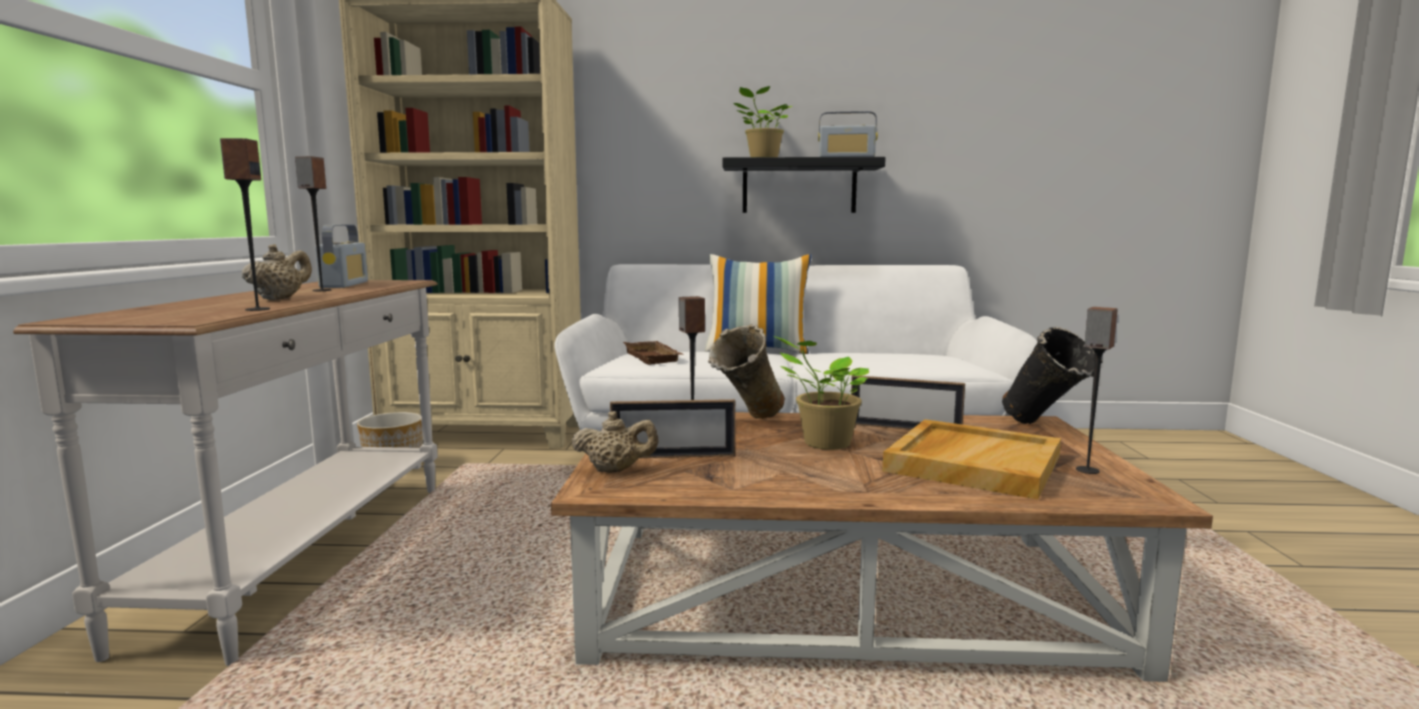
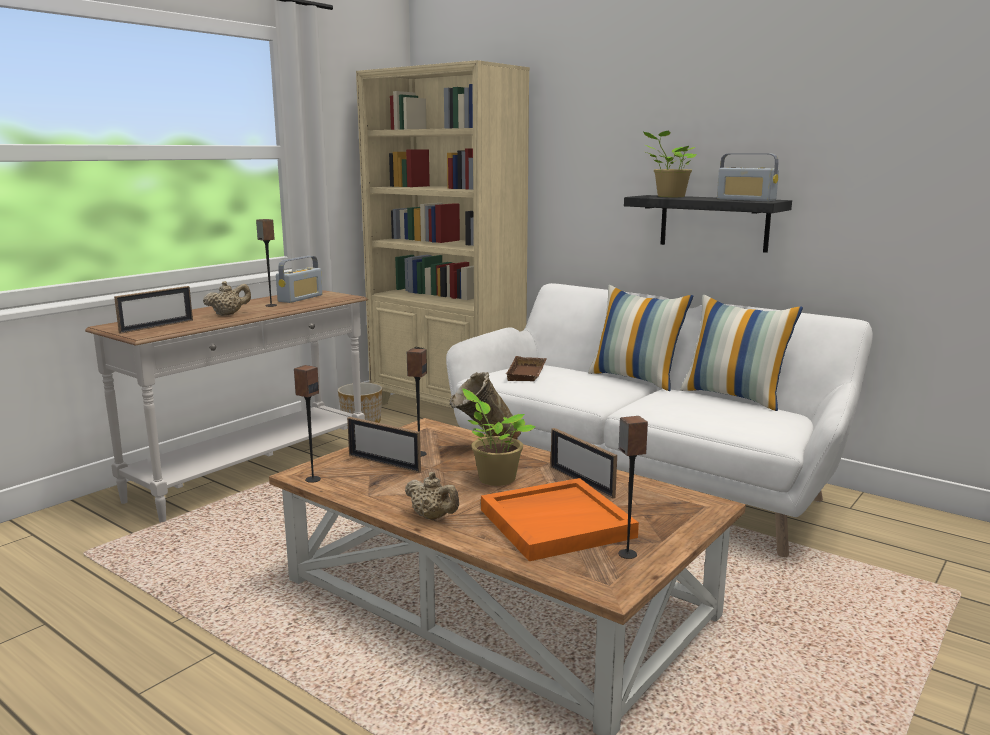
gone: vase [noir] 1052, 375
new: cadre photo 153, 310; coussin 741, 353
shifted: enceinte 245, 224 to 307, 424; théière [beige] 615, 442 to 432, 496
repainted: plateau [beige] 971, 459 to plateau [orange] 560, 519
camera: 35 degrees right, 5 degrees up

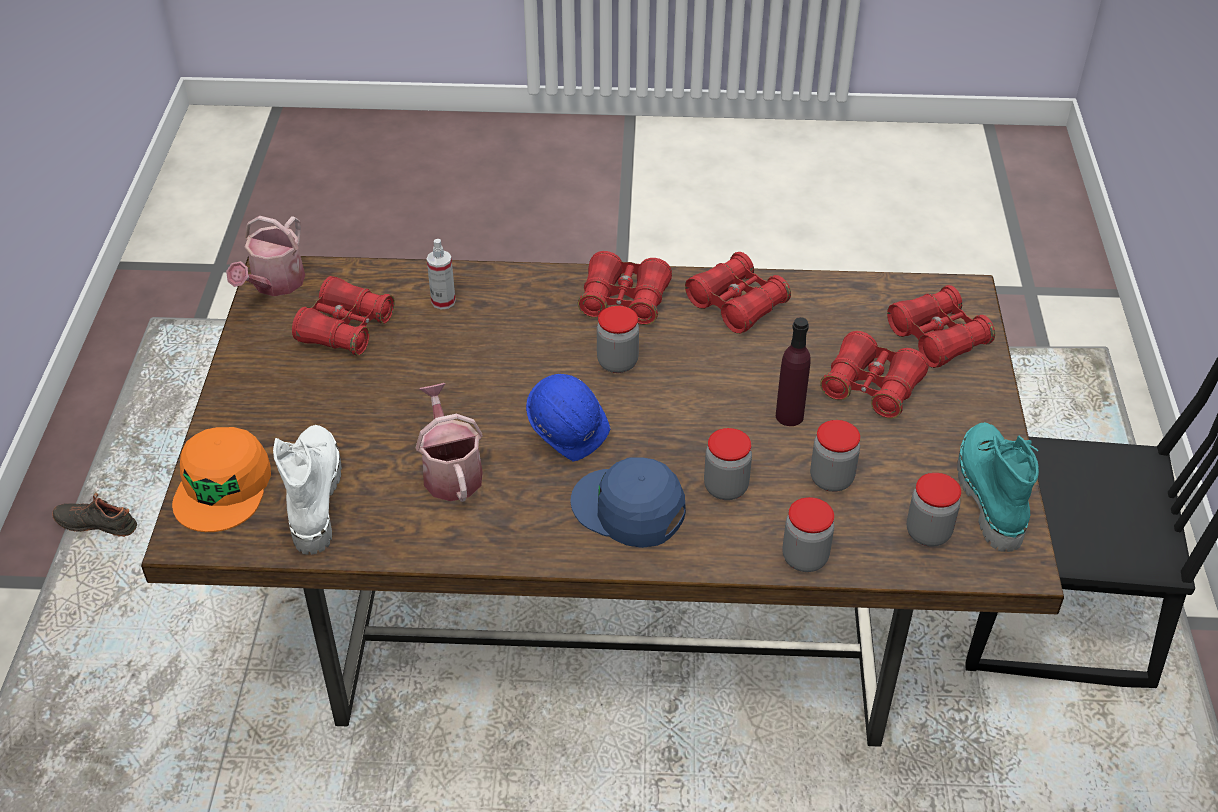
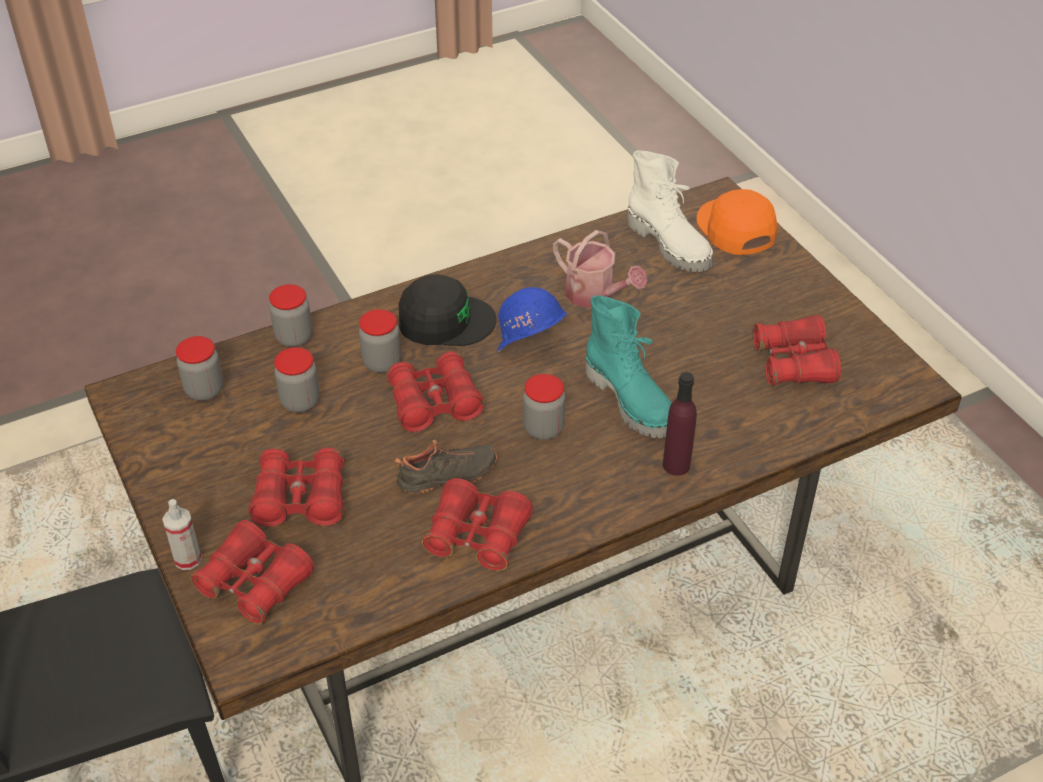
gone: arrosoir 265, 256
shifted: chaussure [noir] 94, 515 to 446, 467; vaporisateur 441, 274 to 182, 534; jumelles [rouge] 625, 288 to 435, 392; bouteille [violet] 793, 371 to 680, 424; botte [turquoise] 998, 487 to 628, 366
repainted: casquette [bleu] 628, 502 to casquette [noir] 447, 310
camera: 150 degrees right, 0 degrees up

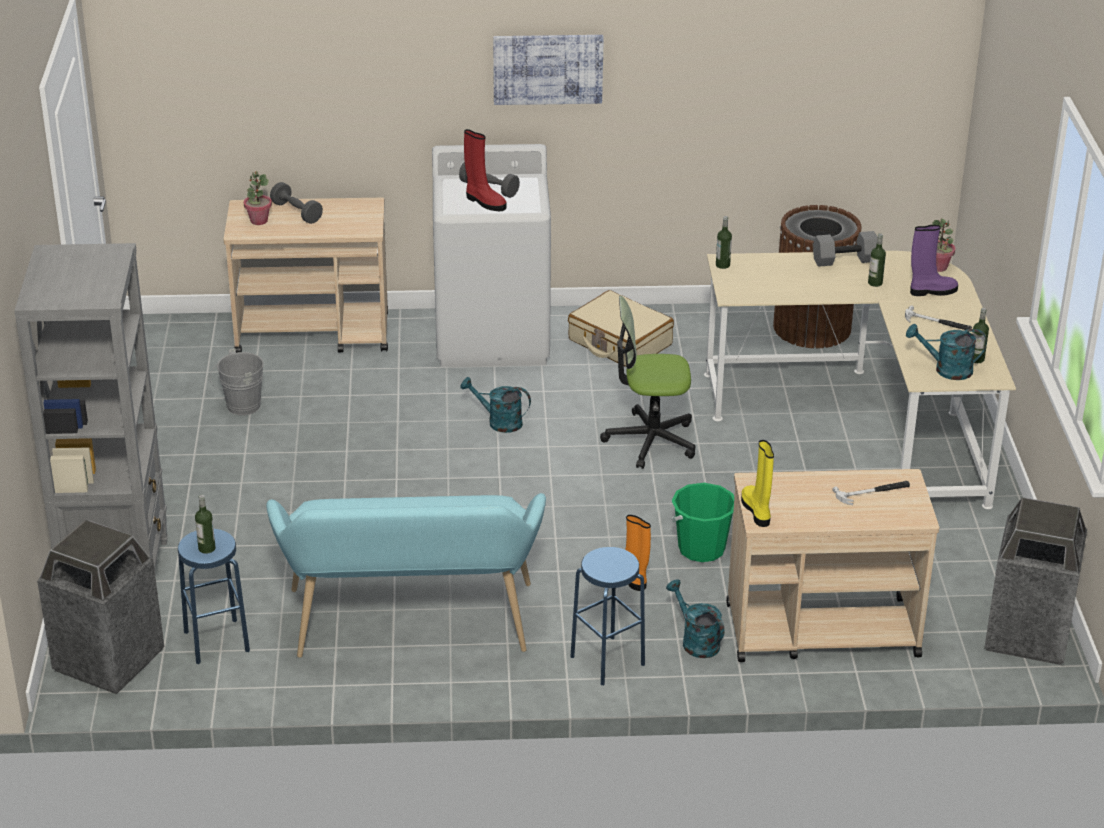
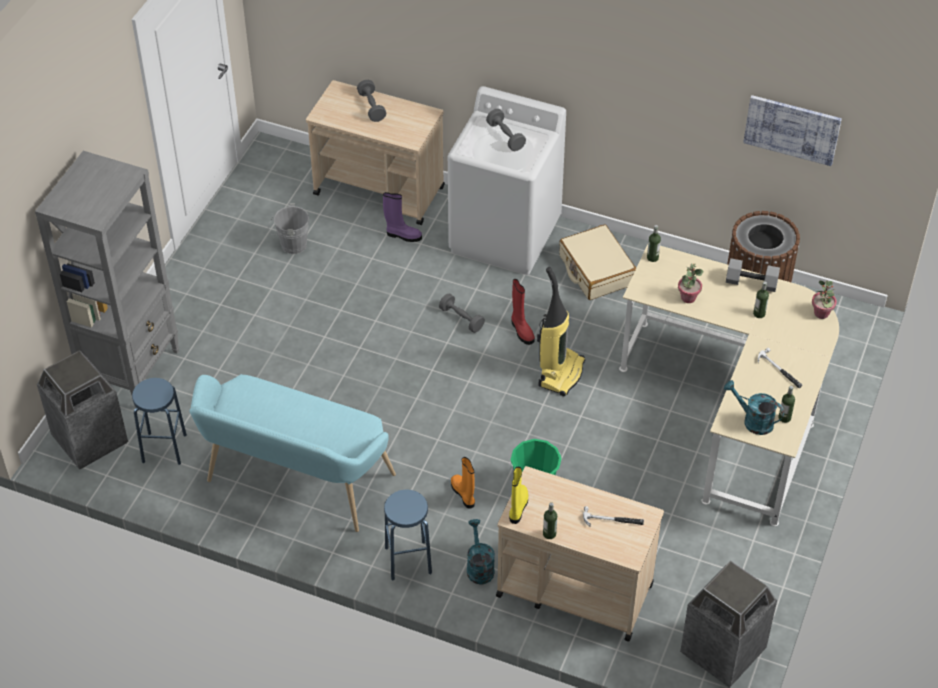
shifted: bouteille 205, 524 to 550, 520; plante en pot 258, 198 to 690, 283; botte [rouge] 485, 170 to 523, 312; tableau 548, 70 to 792, 130; botte [violet] 934, 260 to 402, 217
swapped: arrosoir [turquoise] 495, 405 to haltère [gris] 462, 313; chaise de bureau 647, 382 to aspirateur 561, 331
camera: 25 degrees right, 15 degrees up

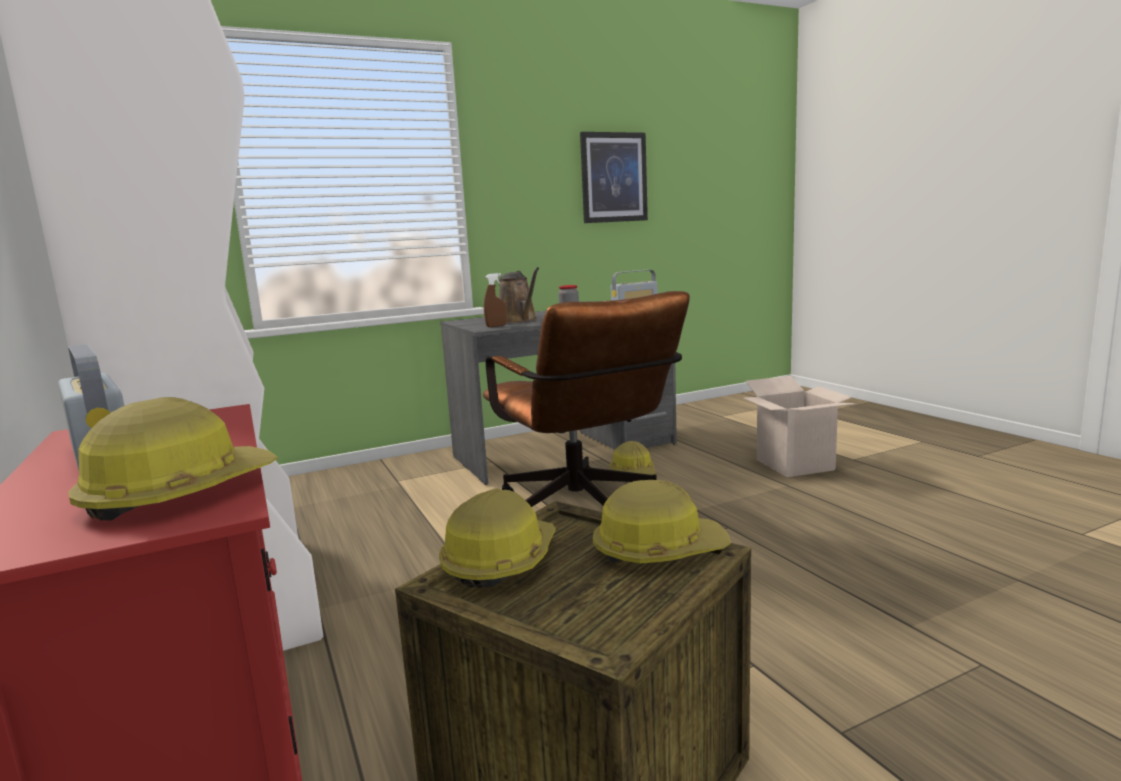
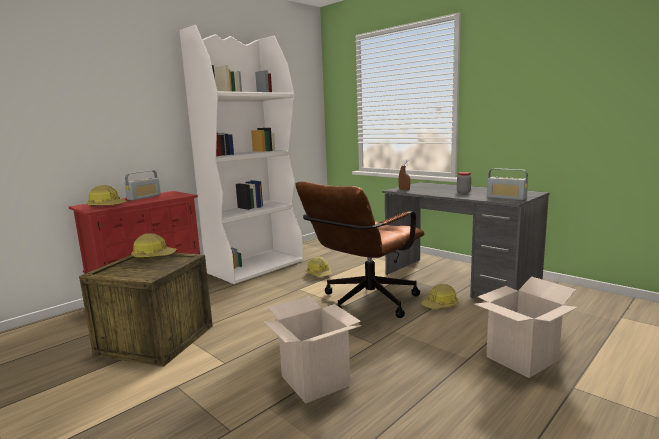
gone: arrosoir [marron] 518, 295; tableau 614, 177
new: carton 313, 349
shifted: casque de chantier 662, 522 to 319, 267
camera: 70 degrees right, 0 degrees up

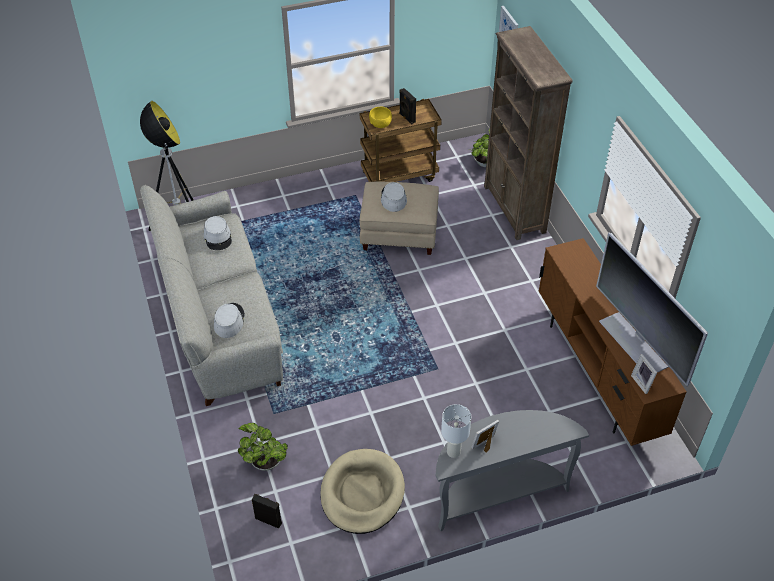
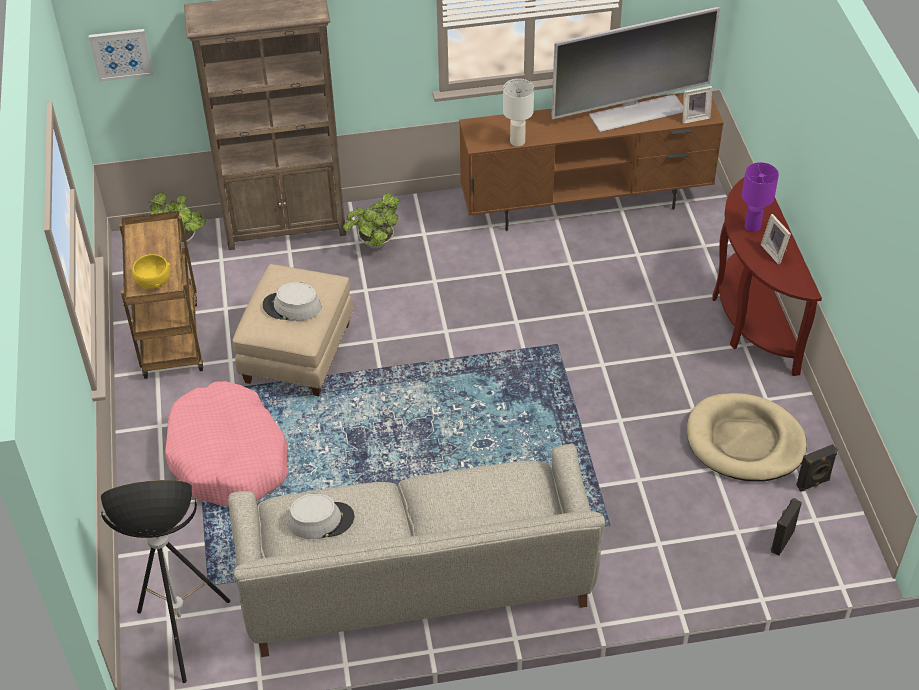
gone: chapeau [gris] 229, 320
new: panier pour chien [rose] 226, 443; lampe de table [violet] 760, 197
shifted: plante en pot 263, 447 to 371, 221; enceinte [noir] 407, 106 to 817, 468; lampe de table [blanc] 456, 431 to 518, 112
repainted: table console [gris] 512, 470 to table console [marron] 767, 277
camera: 80 degrees left, 0 degrees up

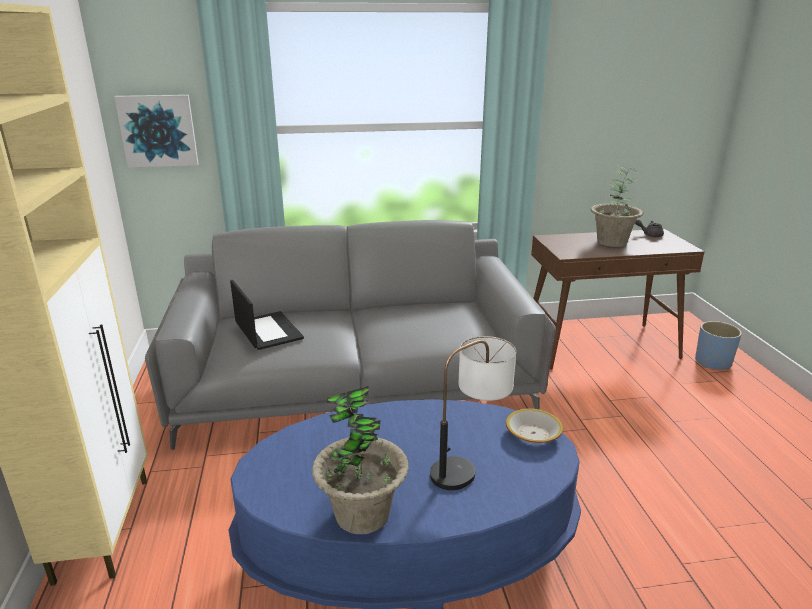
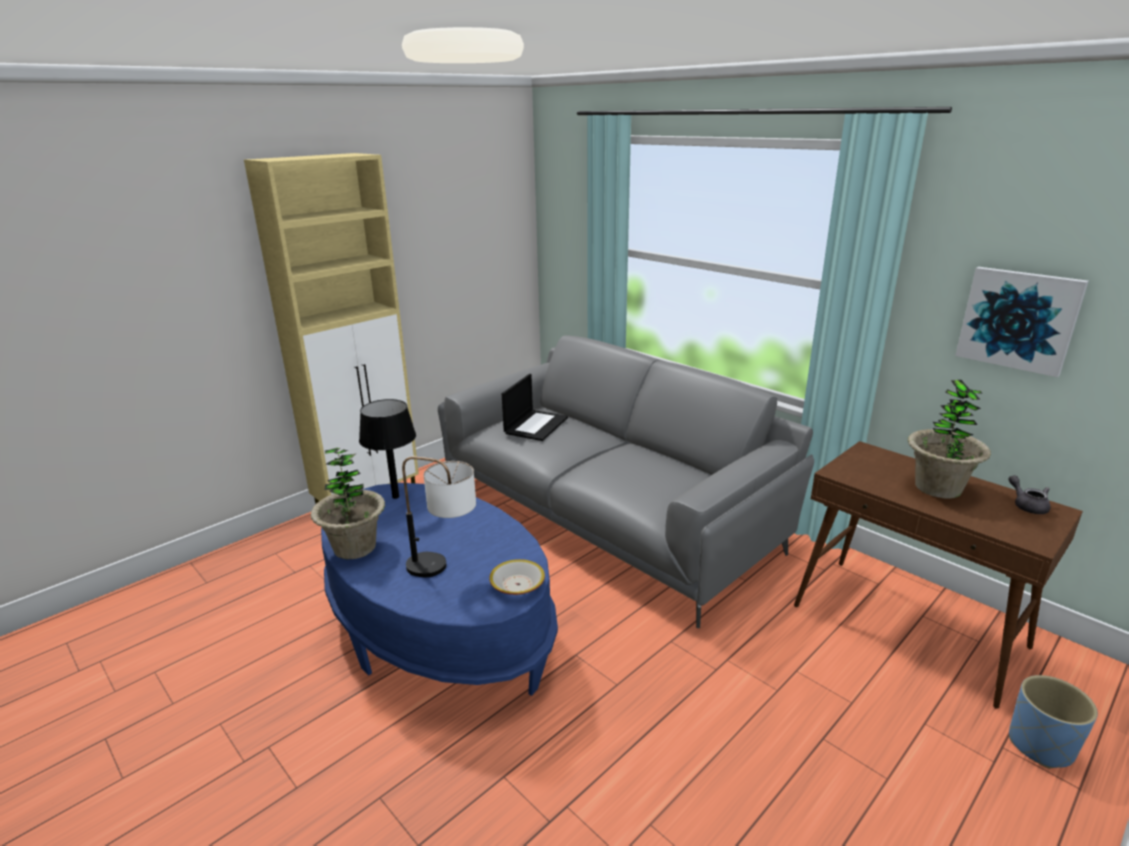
new: lampe de table [noir] 387, 449
shifted: tableau 156, 131 to 1022, 322
camera: 55 degrees right, 0 degrees up

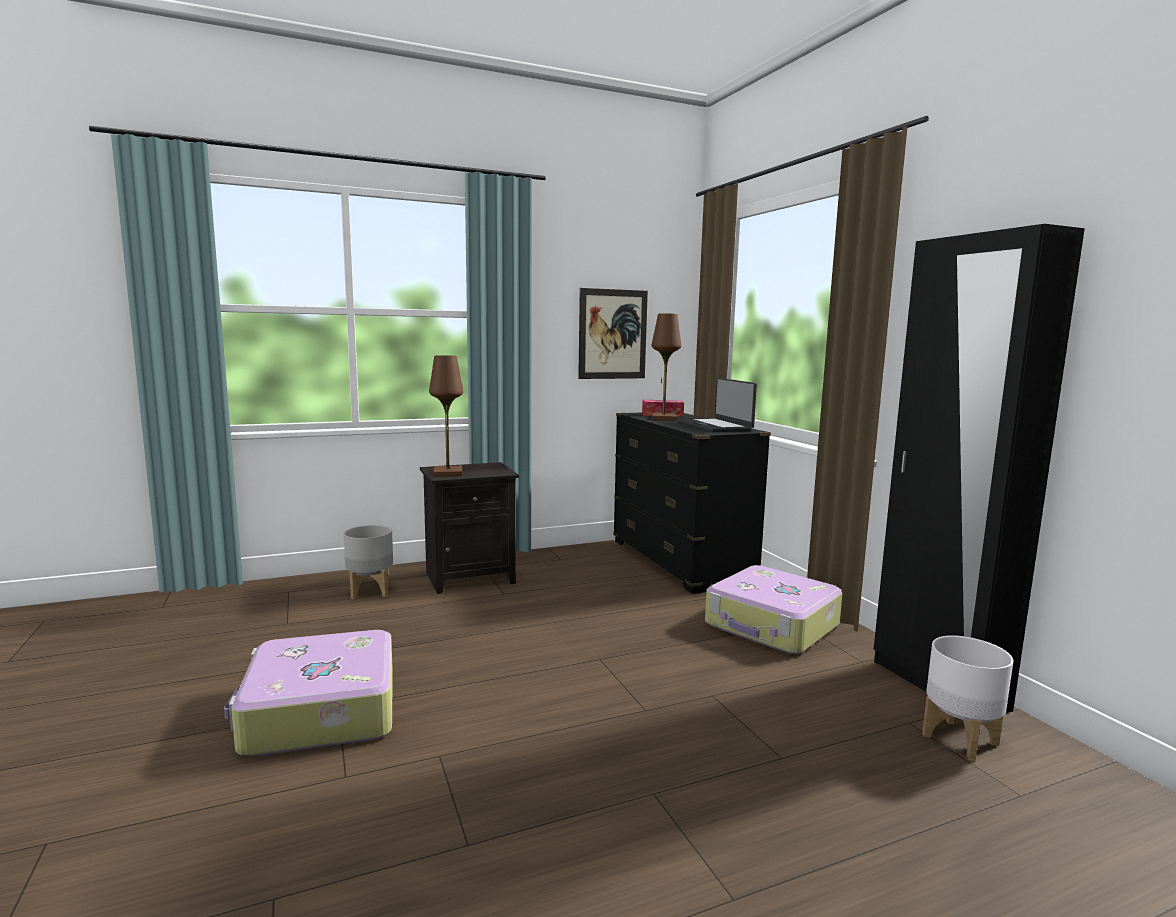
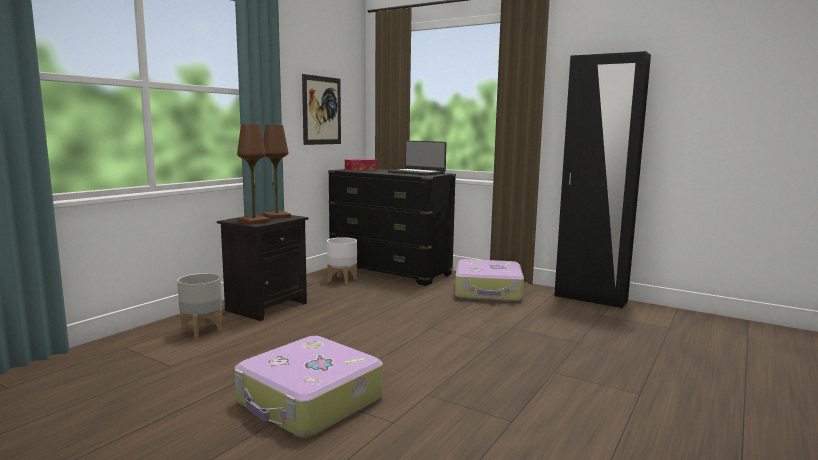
shifted: lampe de table [marron] 666, 367 to 277, 171; cache-pot [blanc] 967, 698 to 342, 260
camera: 35 degrees left, 0 degrees up

